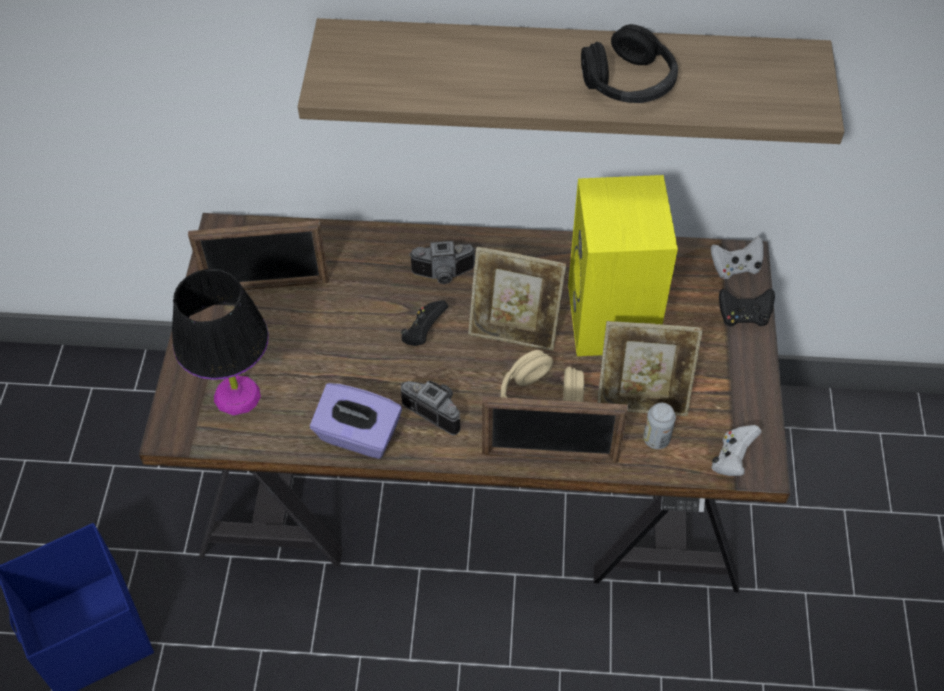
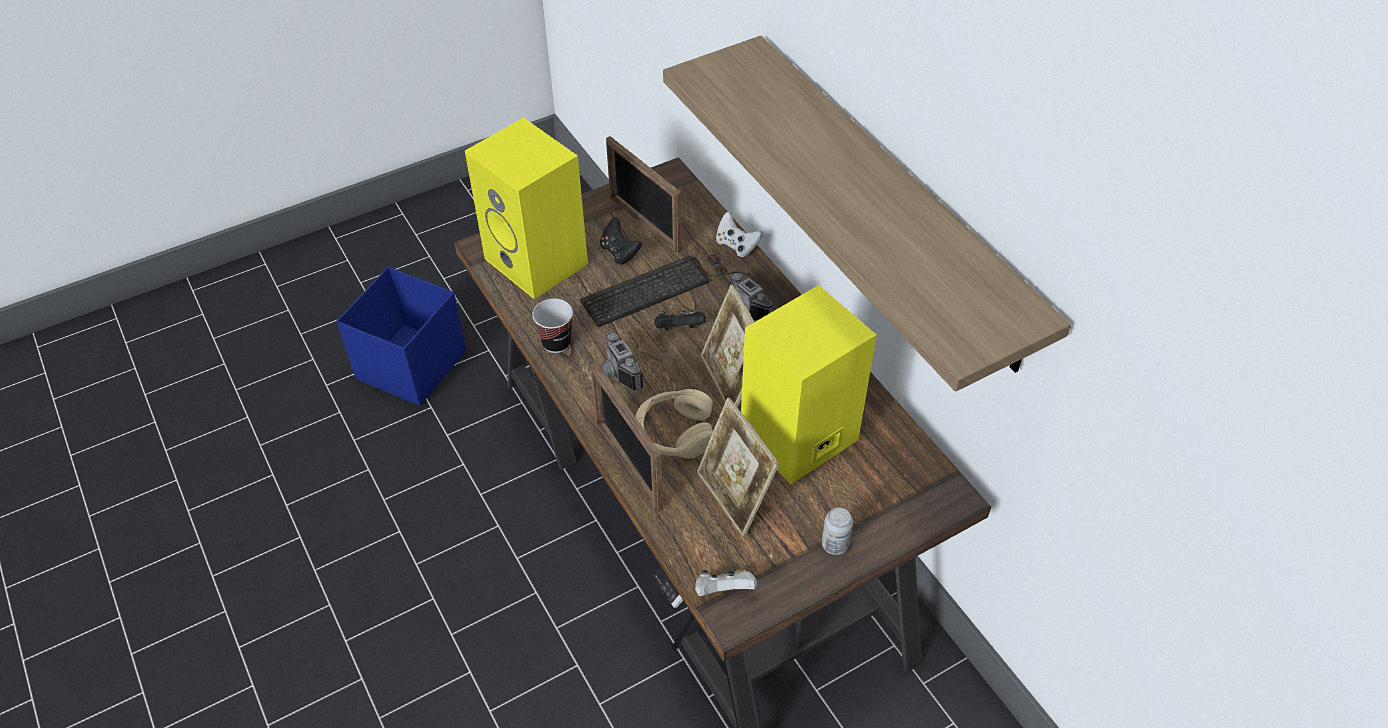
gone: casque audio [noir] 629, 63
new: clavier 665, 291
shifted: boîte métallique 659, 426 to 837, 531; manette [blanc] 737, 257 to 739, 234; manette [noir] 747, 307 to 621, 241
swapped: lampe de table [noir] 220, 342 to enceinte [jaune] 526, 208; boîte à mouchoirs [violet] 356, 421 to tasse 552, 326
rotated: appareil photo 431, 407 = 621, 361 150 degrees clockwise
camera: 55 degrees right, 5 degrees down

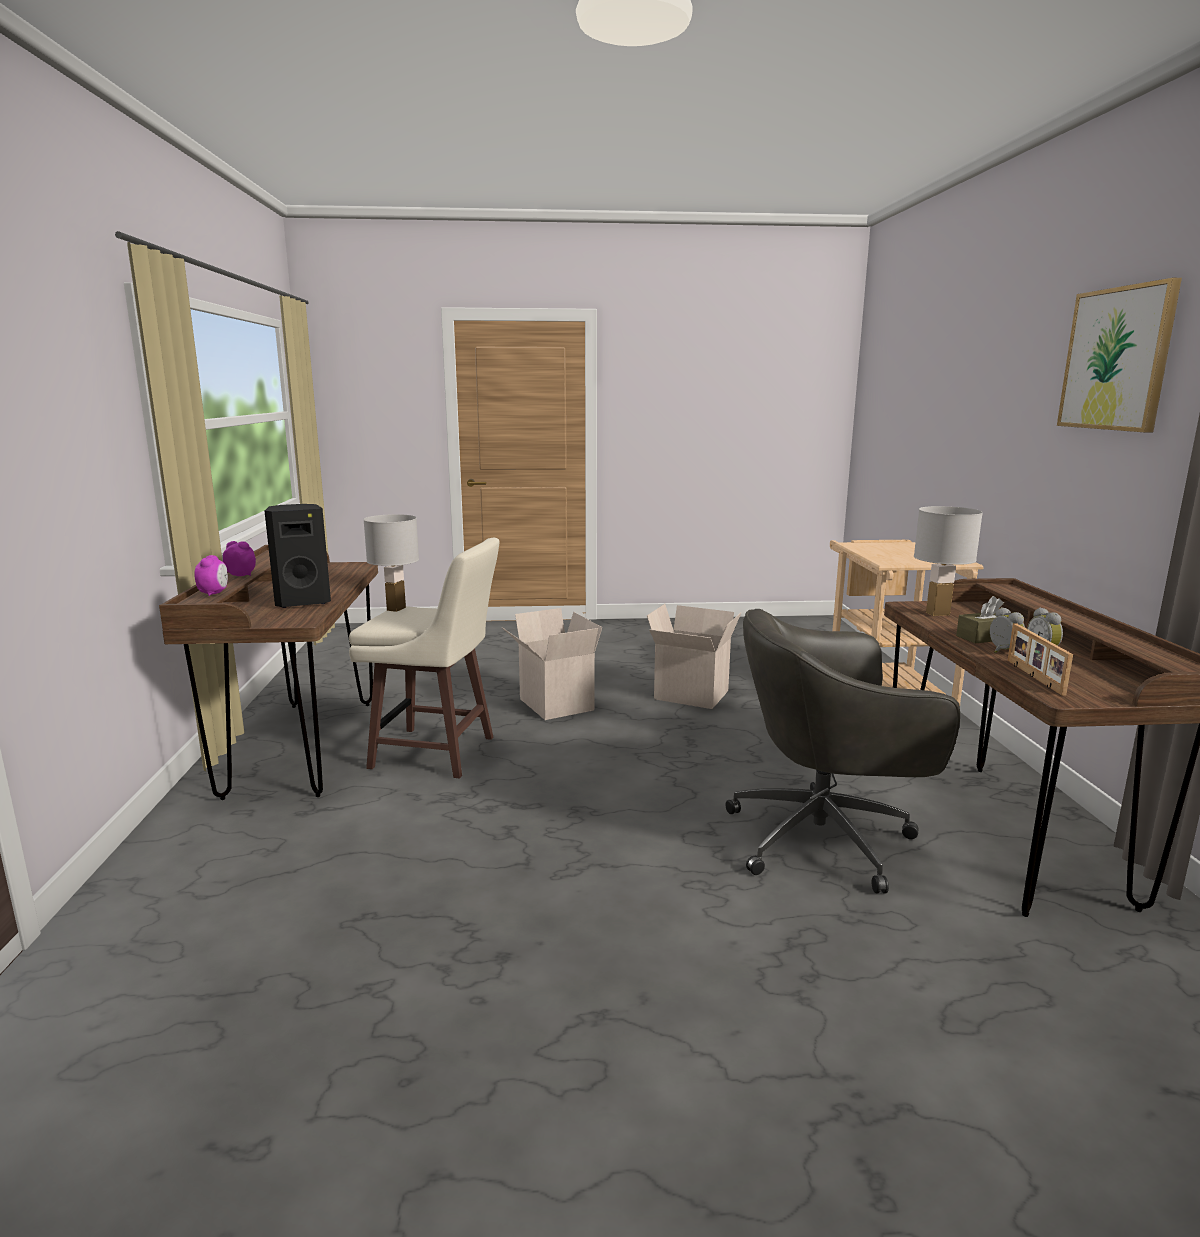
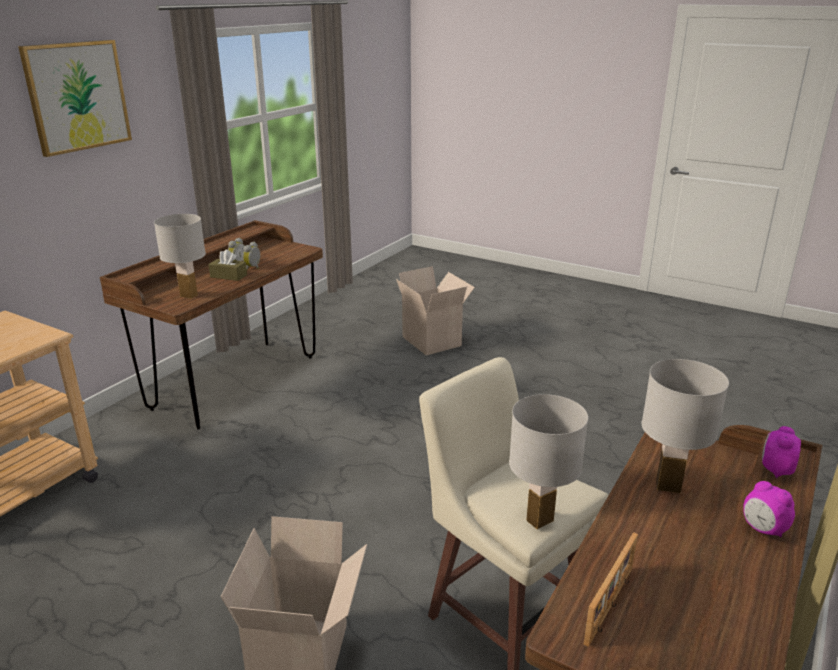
gone: chaise de bureau [gris] 842, 751
shifted: carton 694, 656 to 435, 310; cadre photo 1040, 660 to 611, 589
swapped: enceinte [noir] 297, 556 to lampe de table [blanc] 685, 426
camera: 145 degrees left, 10 degrees up

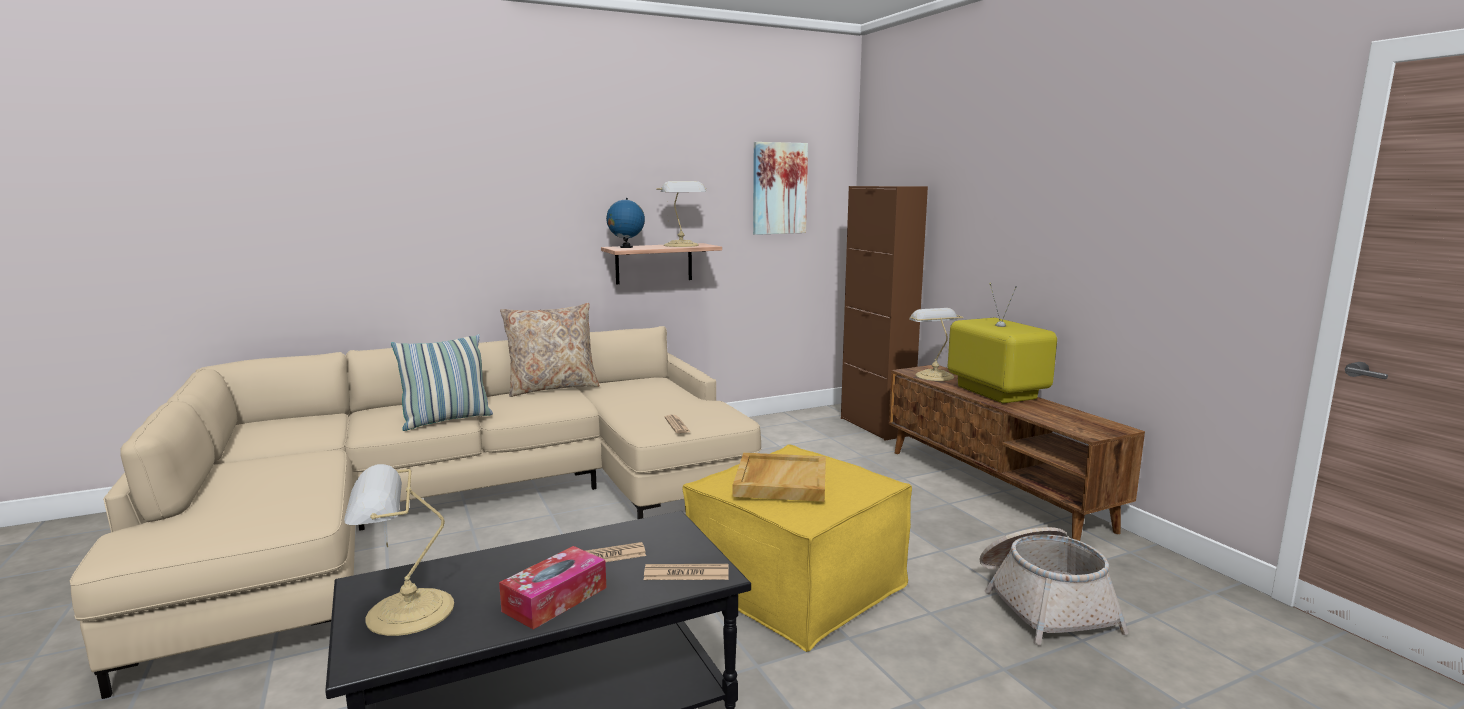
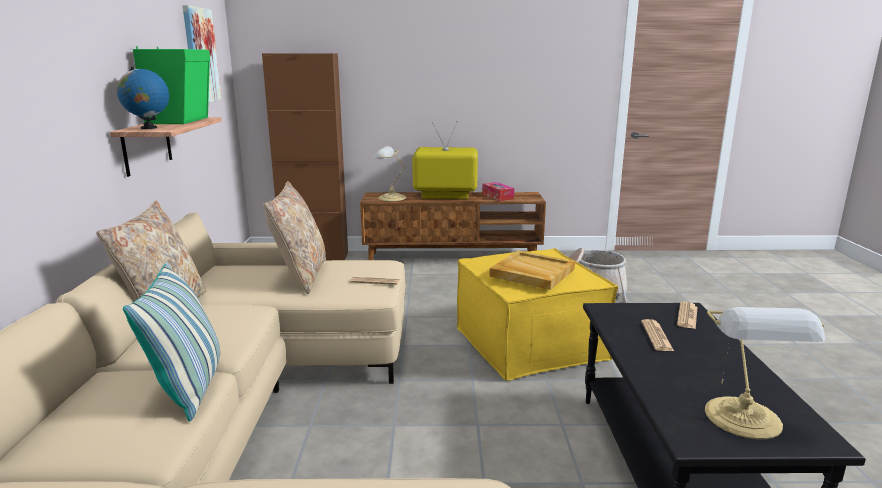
new: coussin [beige] 294, 237
shifted: boîte à mouchoirs 552, 587 to 498, 191
swapped: lampe de table 681, 214 to enceinte [vert] 171, 85
camera: 65 degrees left, 5 degrees up

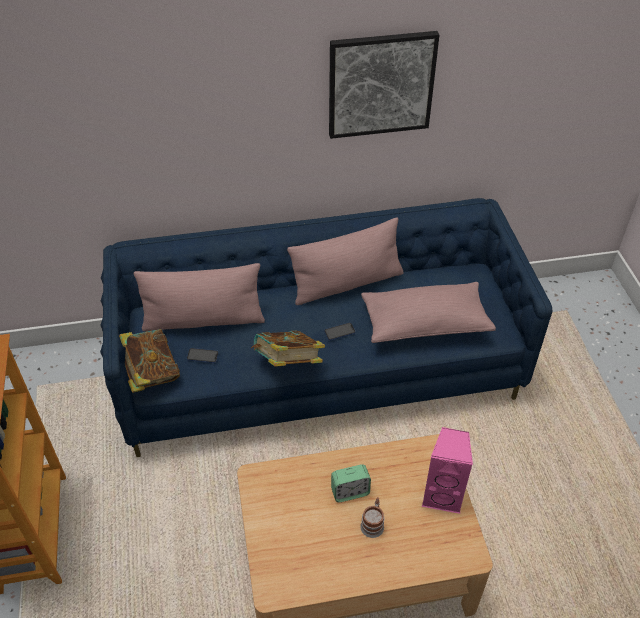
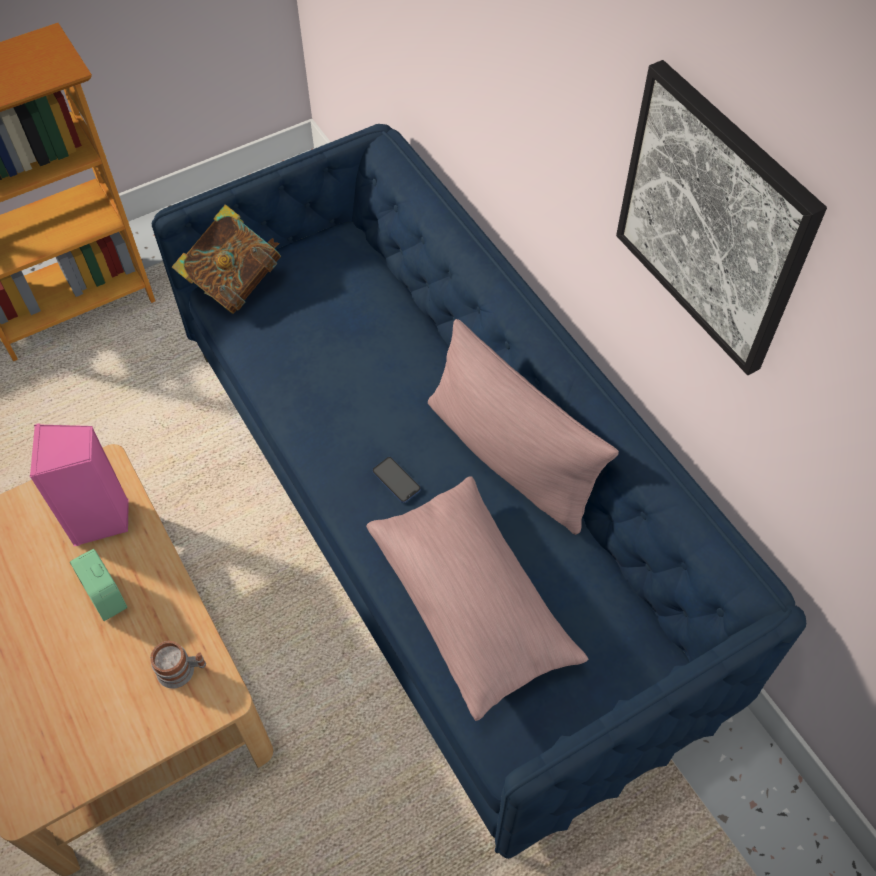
gone: coussin [rose] 199, 297; téléphone 203, 355; livre 288, 349
shifted: mug 372, 517 to 178, 665; enceinte [rose] 447, 470 to 79, 484
camera: 70 degrees right, 10 degrees up

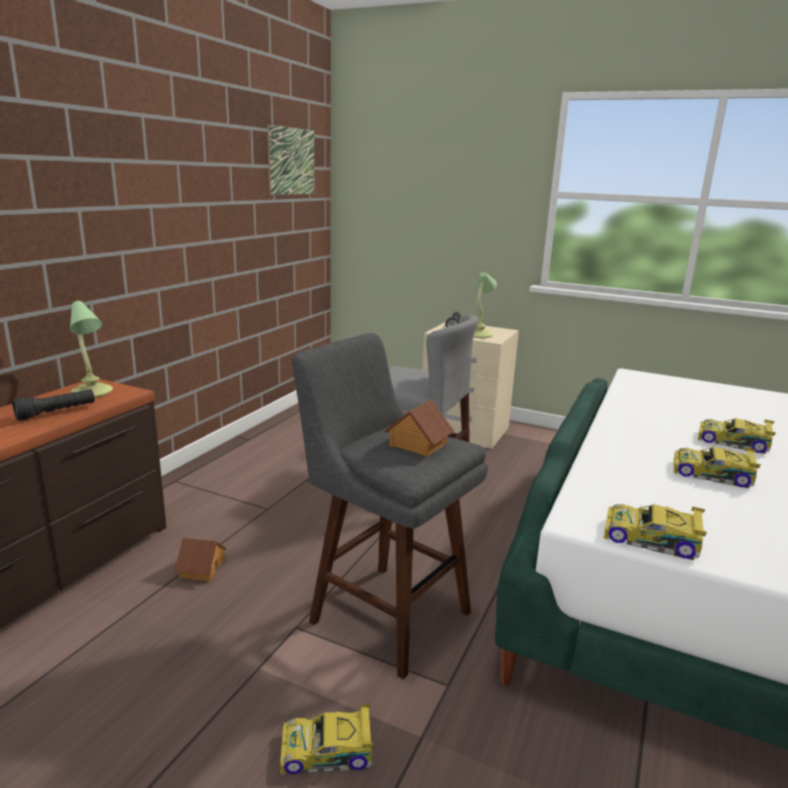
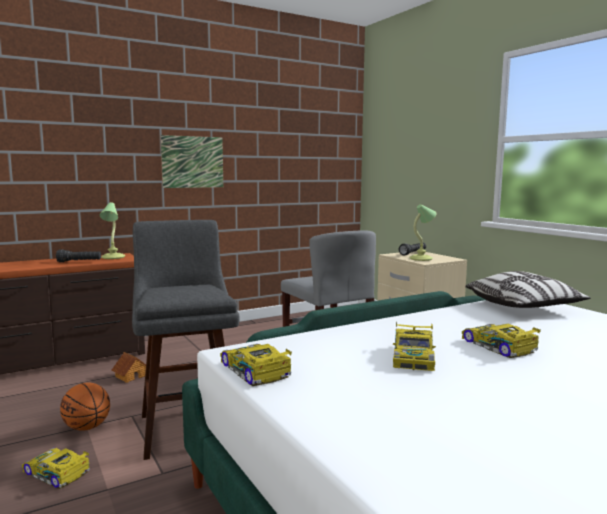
gone: maison miniature 419, 428
new: ballon de basket 85, 407; coussin 527, 289
shifted: tableau 291, 160 to 191, 161
rotated: petite voiture 717, 467 = 414, 346 135 degrees counterclockwise
camera: 35 degrees right, 10 degrees down

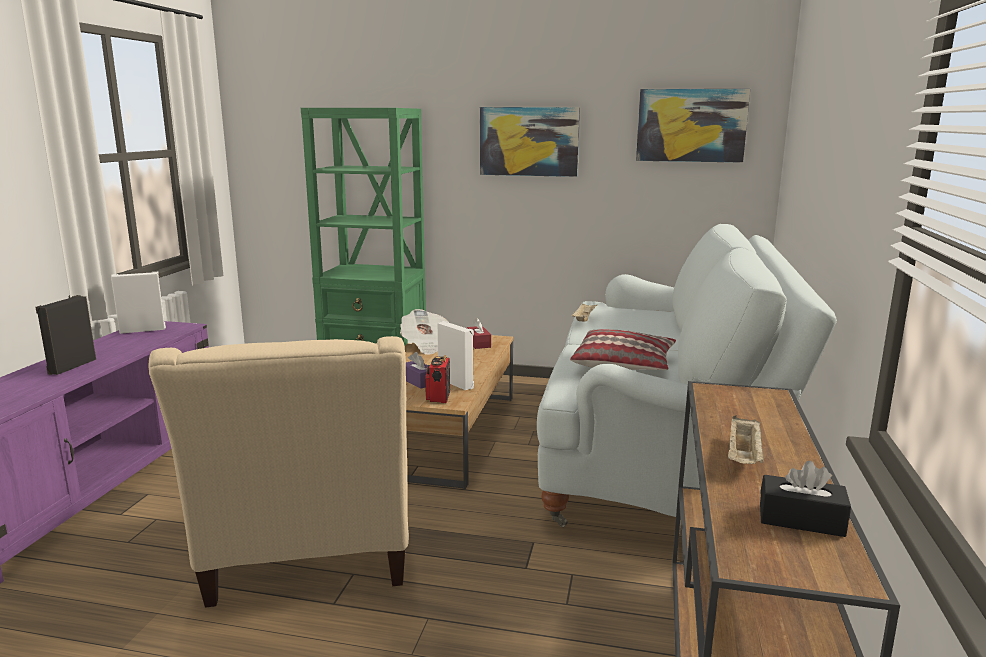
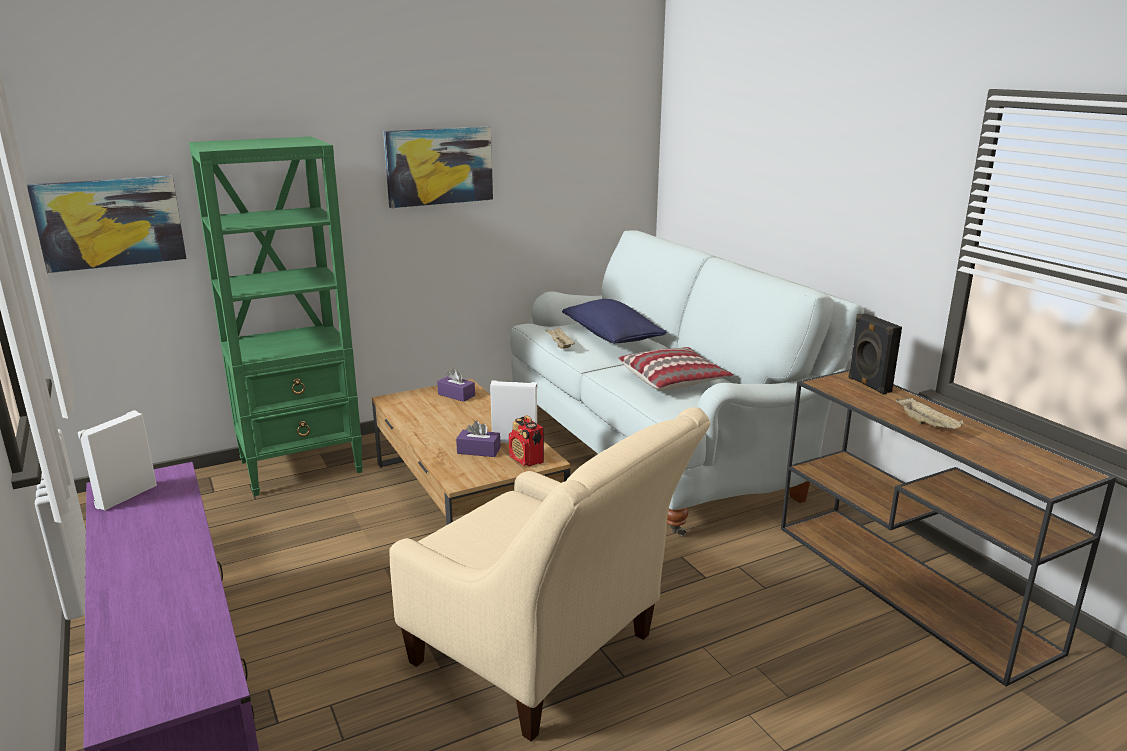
gone: journal 424, 332; boîte à mouchoirs [noir] 805, 499
new: coussin [bleu] 614, 321
shifted: enceinte [noir] 65, 335 to 875, 354; tableau 693, 126 to 107, 224
repainted: boîte à mouchoirs [rouge] 479, 333 to boîte à mouchoirs [violet] 456, 385
camera: 40 degrees left, 5 degrees up

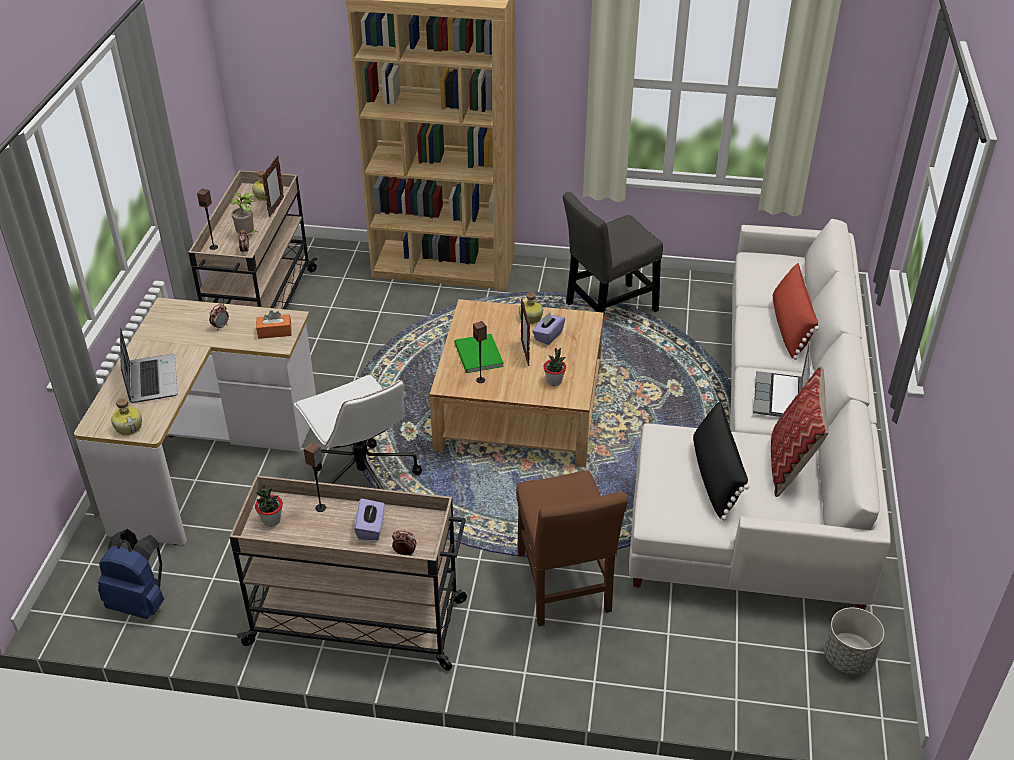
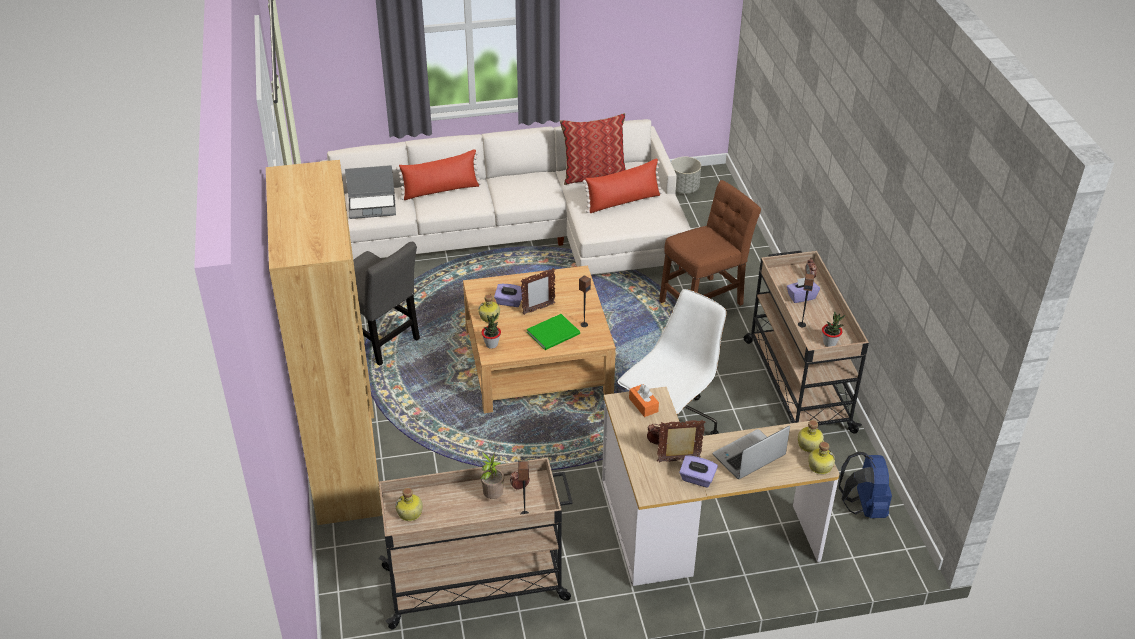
new: boîte à mouchoirs [violet] 698, 472; bouteille 821, 458
shifted: cadre photo 273, 186 to 681, 441; plante en pot 554, 367 to 491, 331; ordinateur portable 782, 379 to 370, 192
repainted: coussin [noir] 721, 461 to coussin [rouge] 622, 185
camera: 110 degrees left, 0 degrees up

